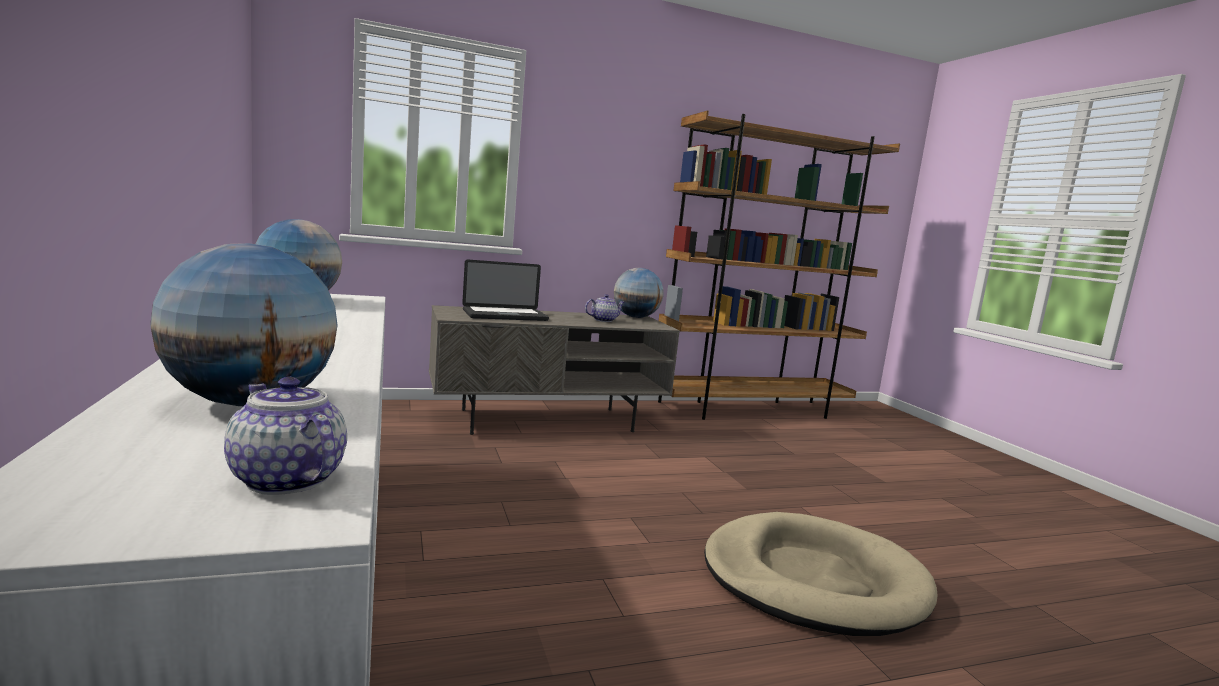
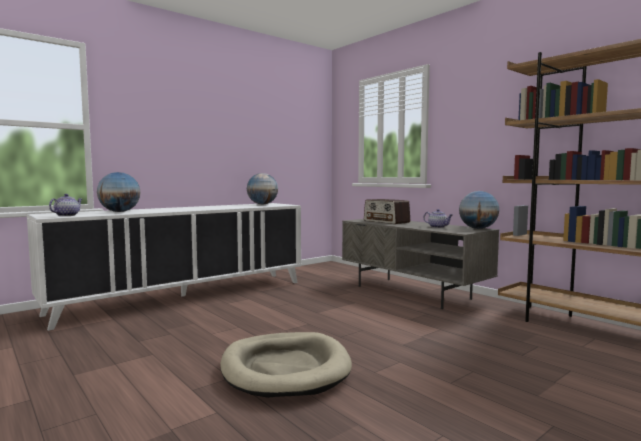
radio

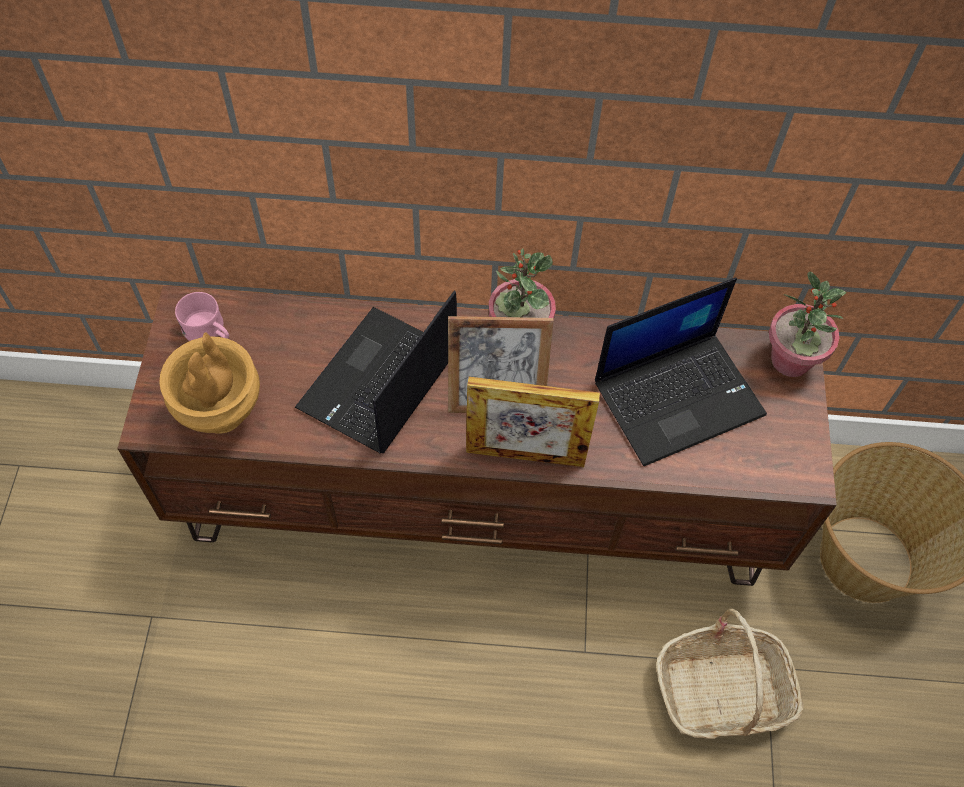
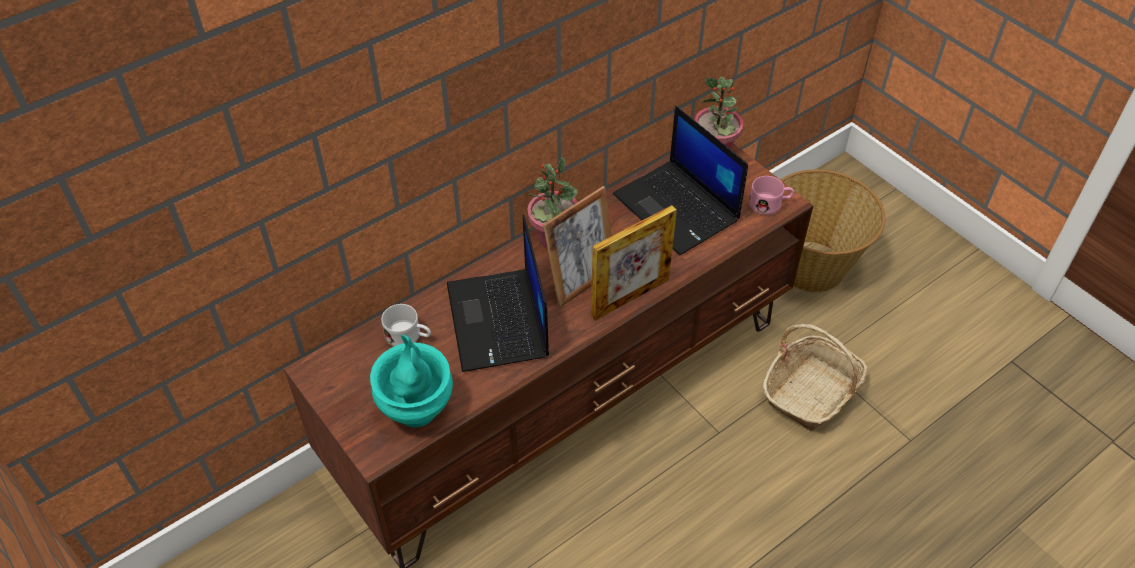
laptop (no. 2 from left)
mug in pink
vase in turquoise
mug in white

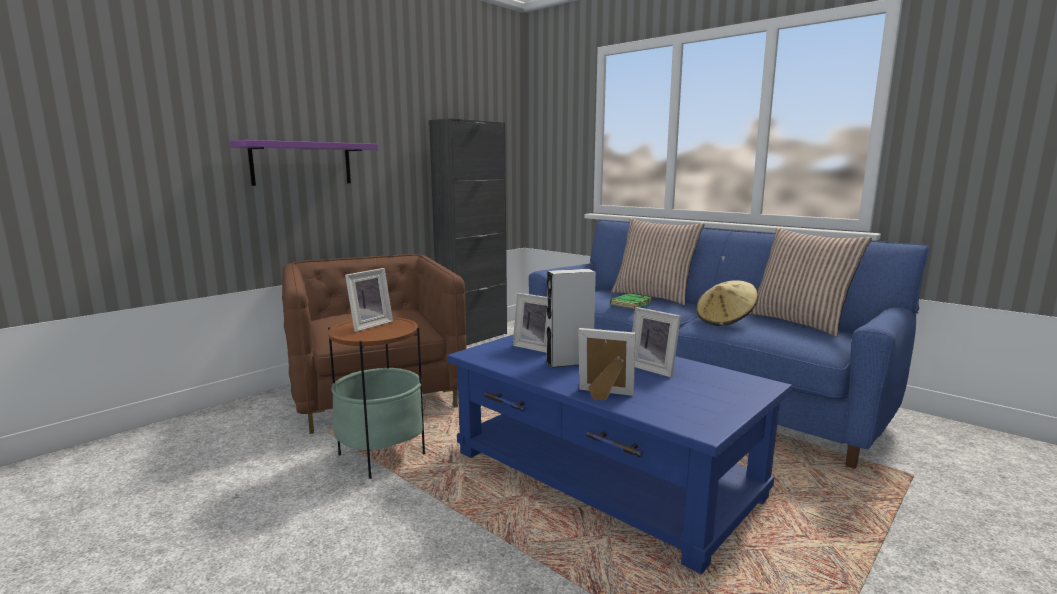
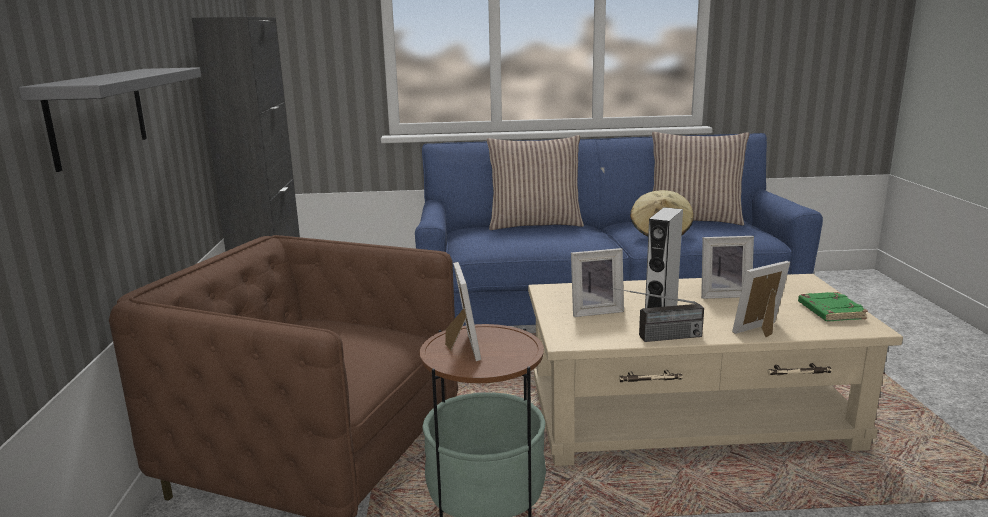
shelf in grey
book in green
coffee table in beige
radio

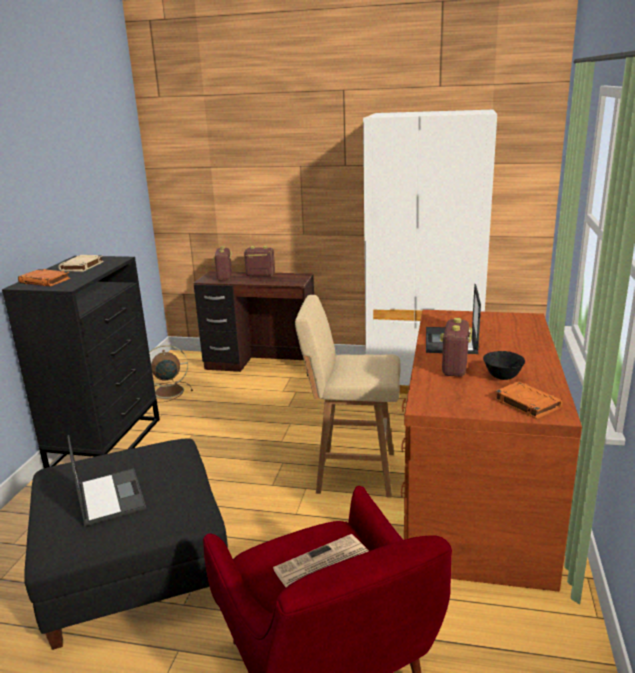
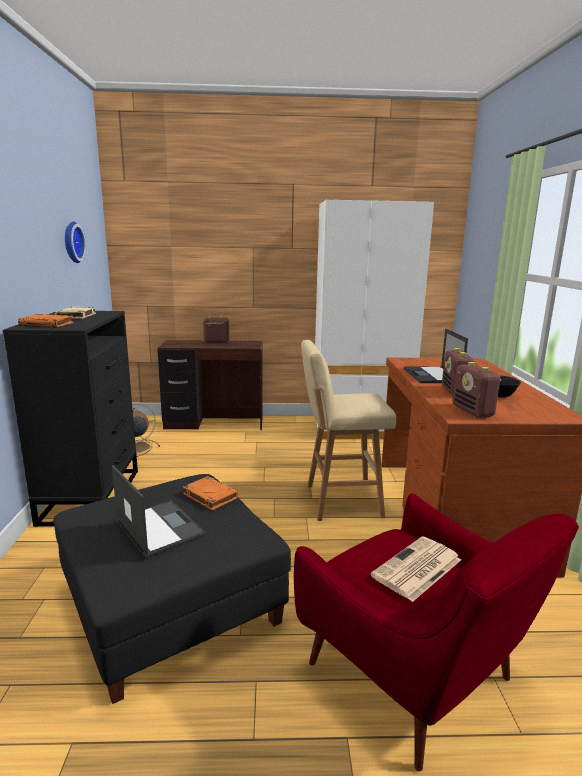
radio (no. 3 from left)
book in orange (no. 2 from left)
wall clock

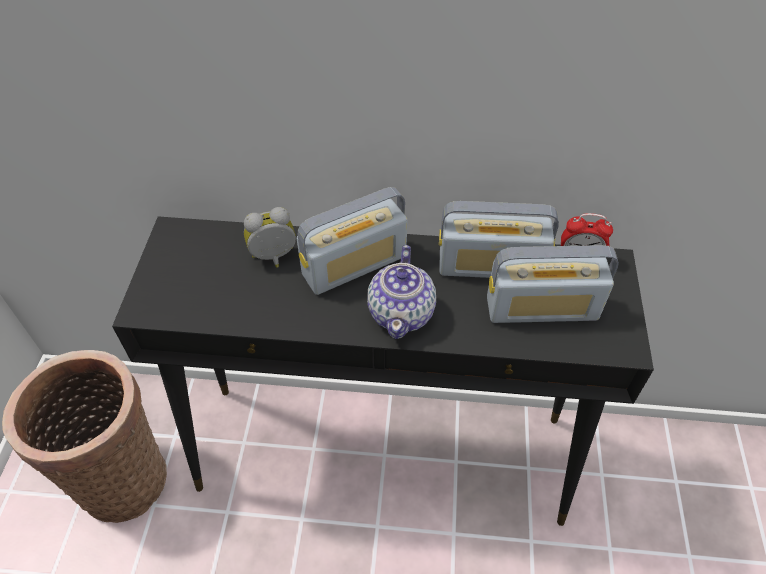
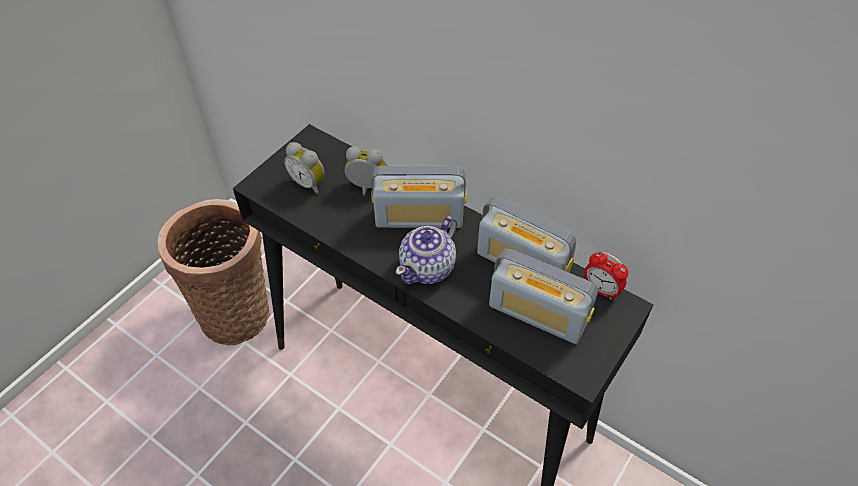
alarm clock (no. 1 from left)

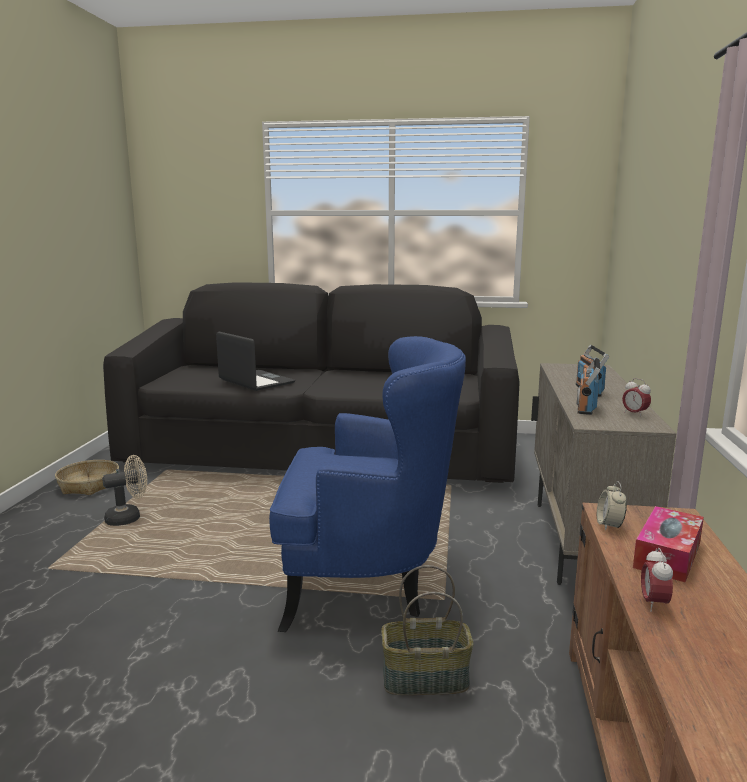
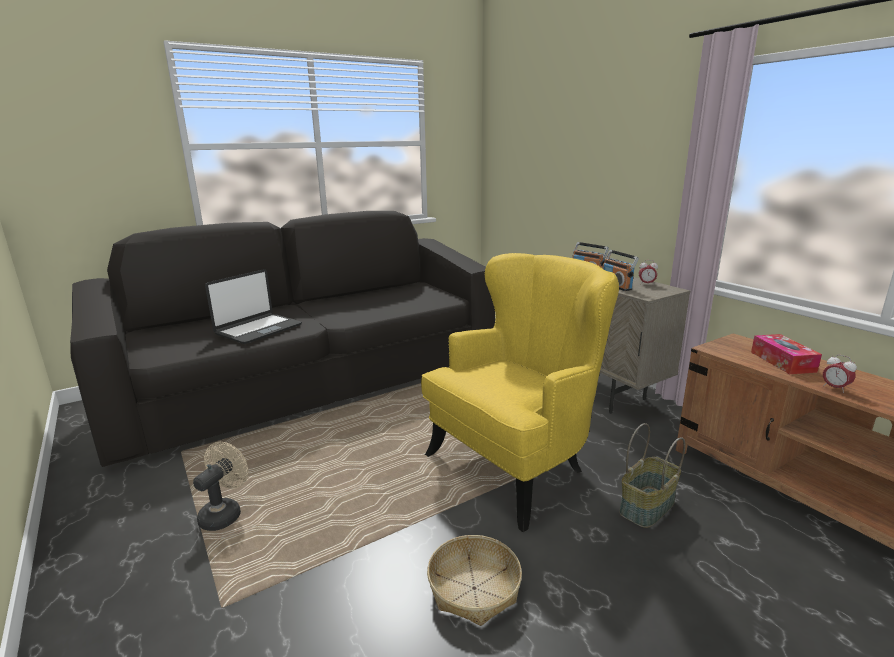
laptop
armchair in yellow
basket (no. 1 from left)
alarm clock (no. 1 from left in the first image)

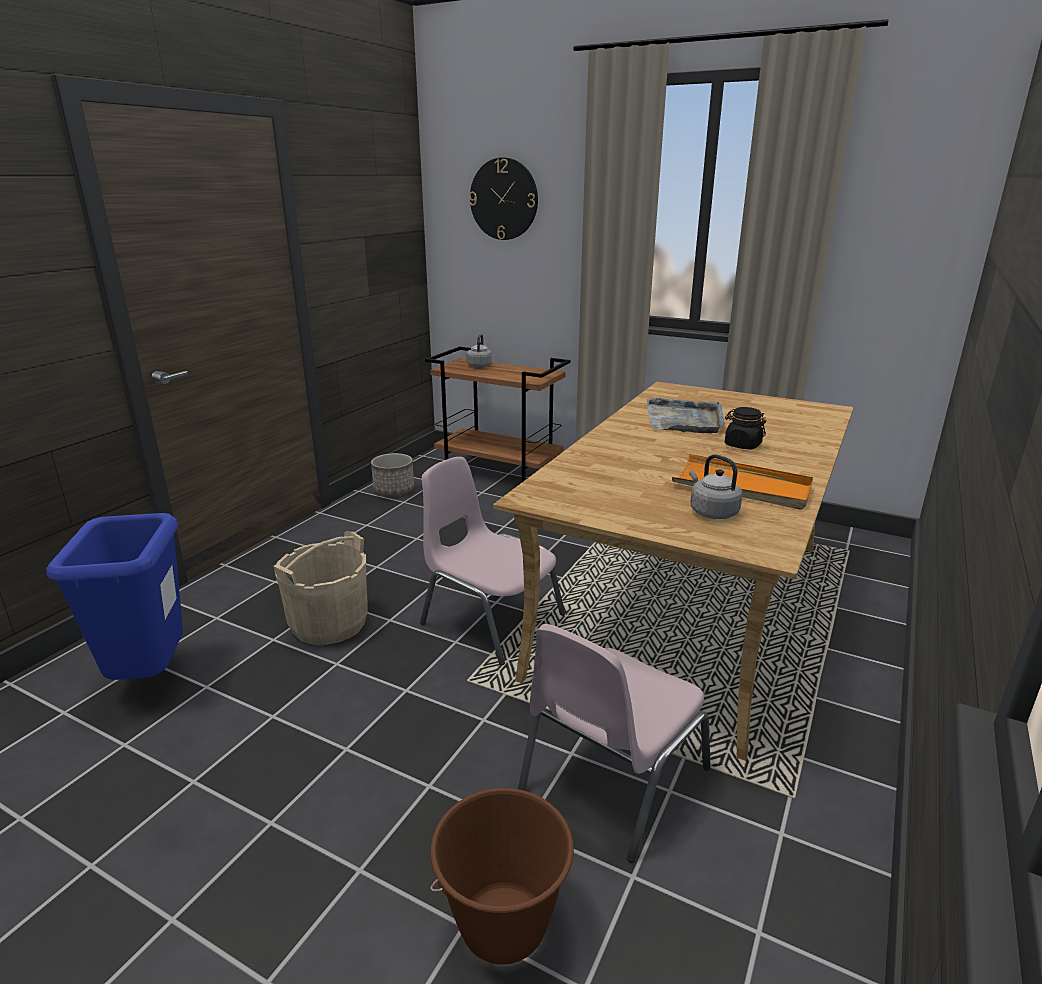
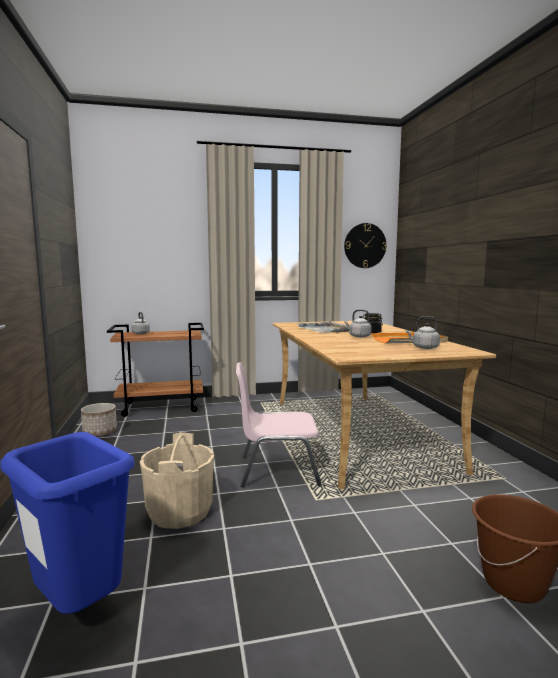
wall clock
chair in pink (no. 2 from left in the first image)
kettle in grey (no. 2 from left)

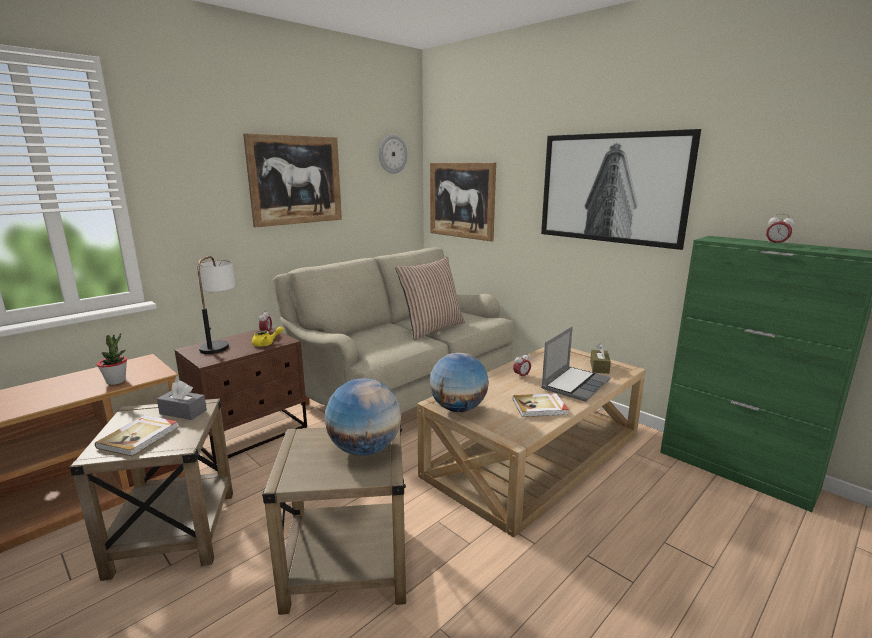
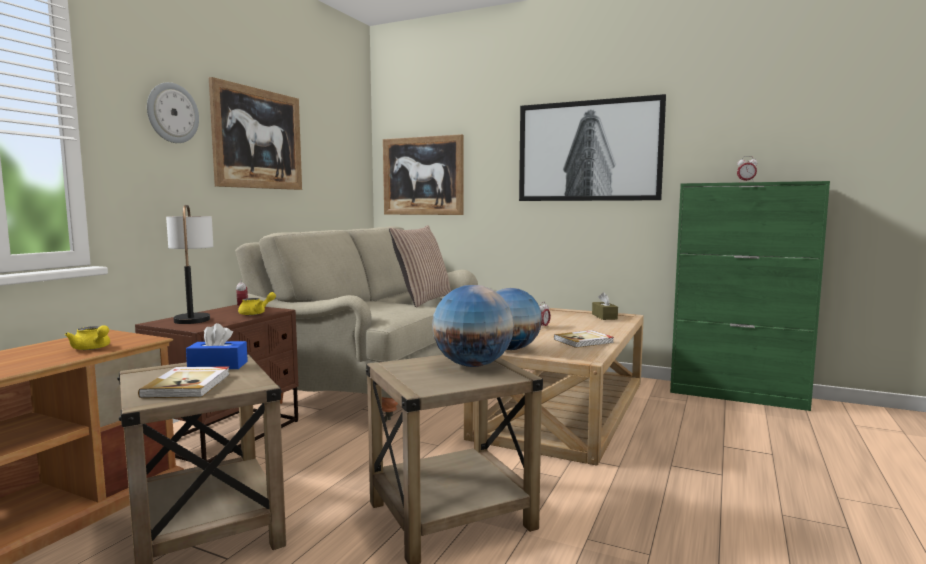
wall clock
laptop
teapot in yellow (no. 1 from left)
tissue box in blue

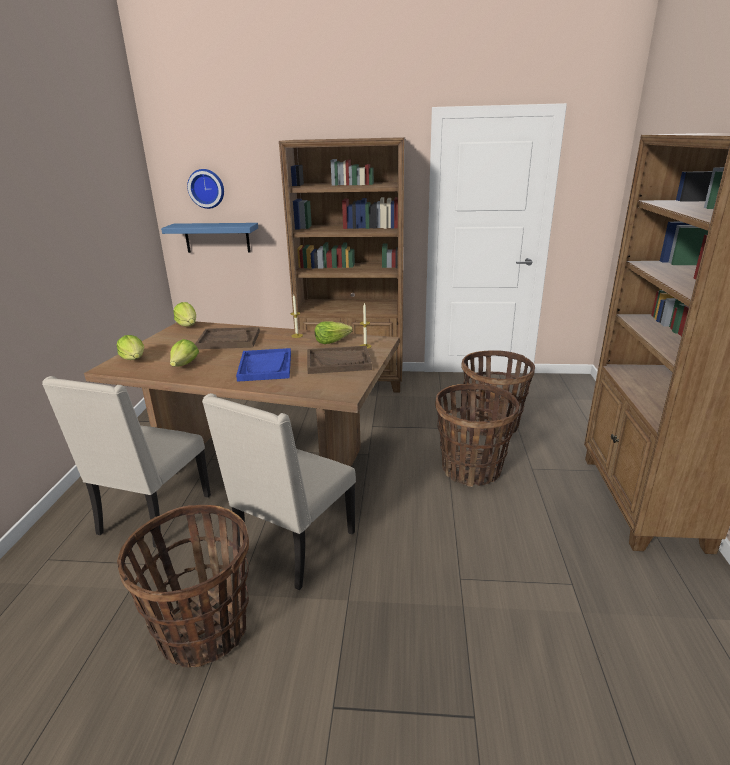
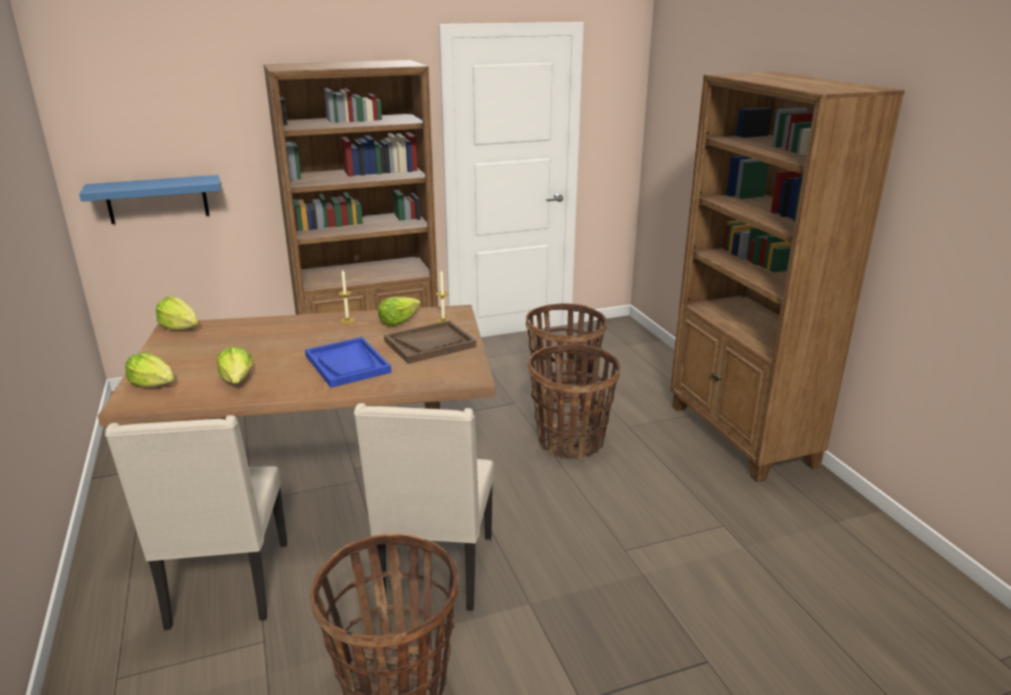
wall clock
tray in brown (no. 1 from left in the first image)

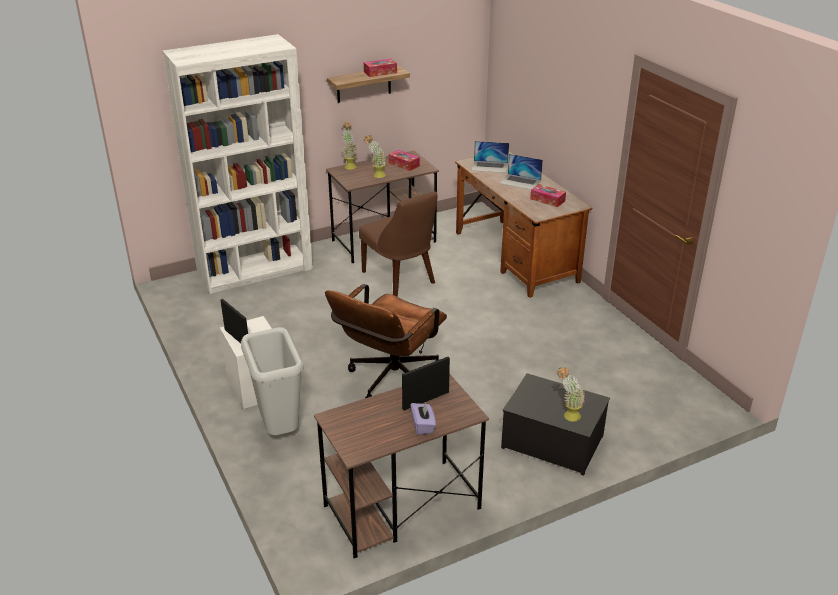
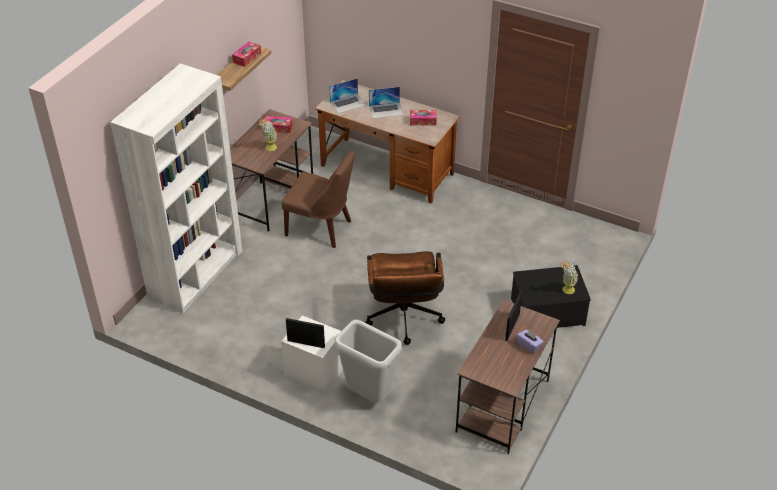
potted plant (no. 1 from left in the first image)

